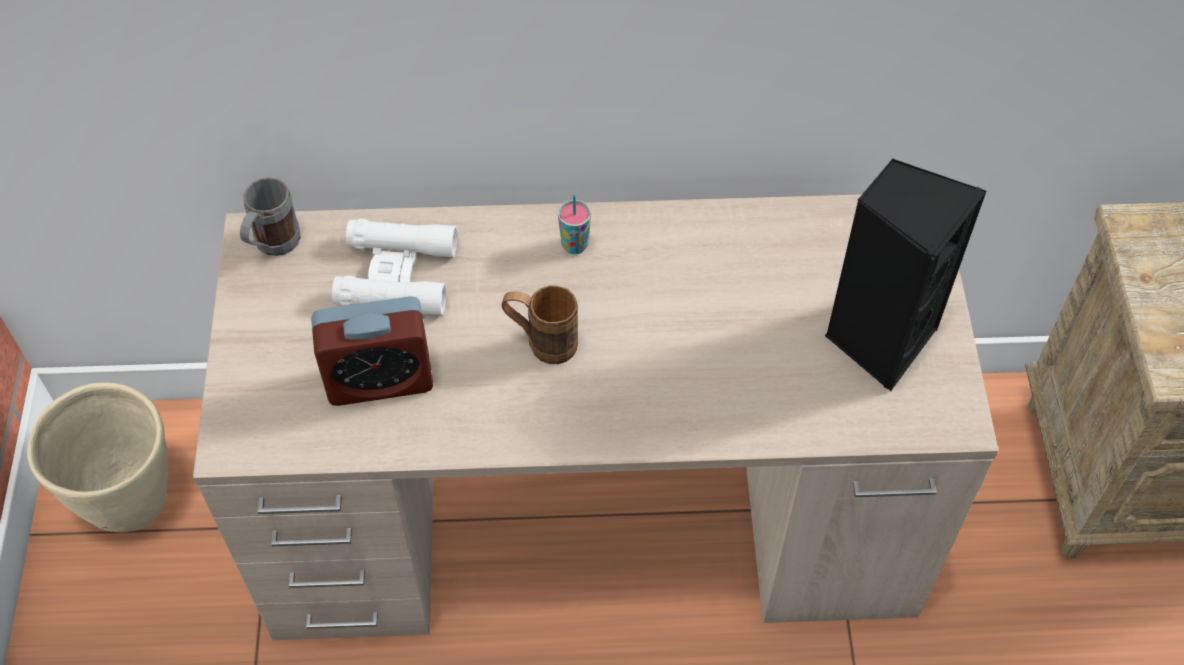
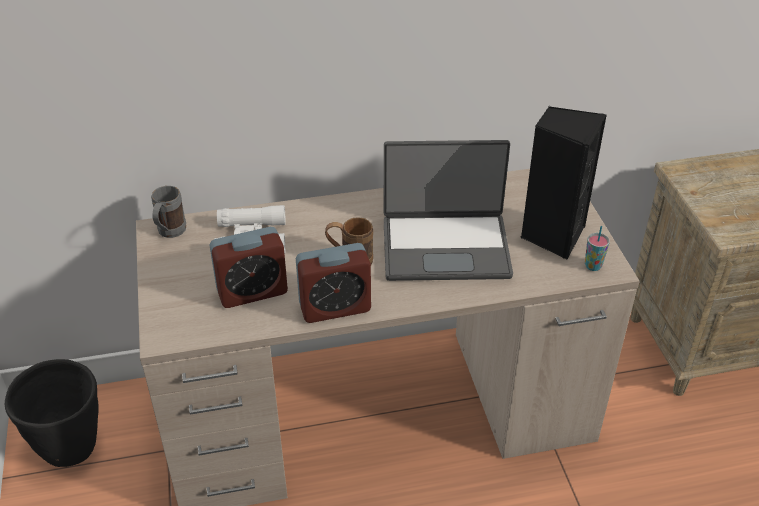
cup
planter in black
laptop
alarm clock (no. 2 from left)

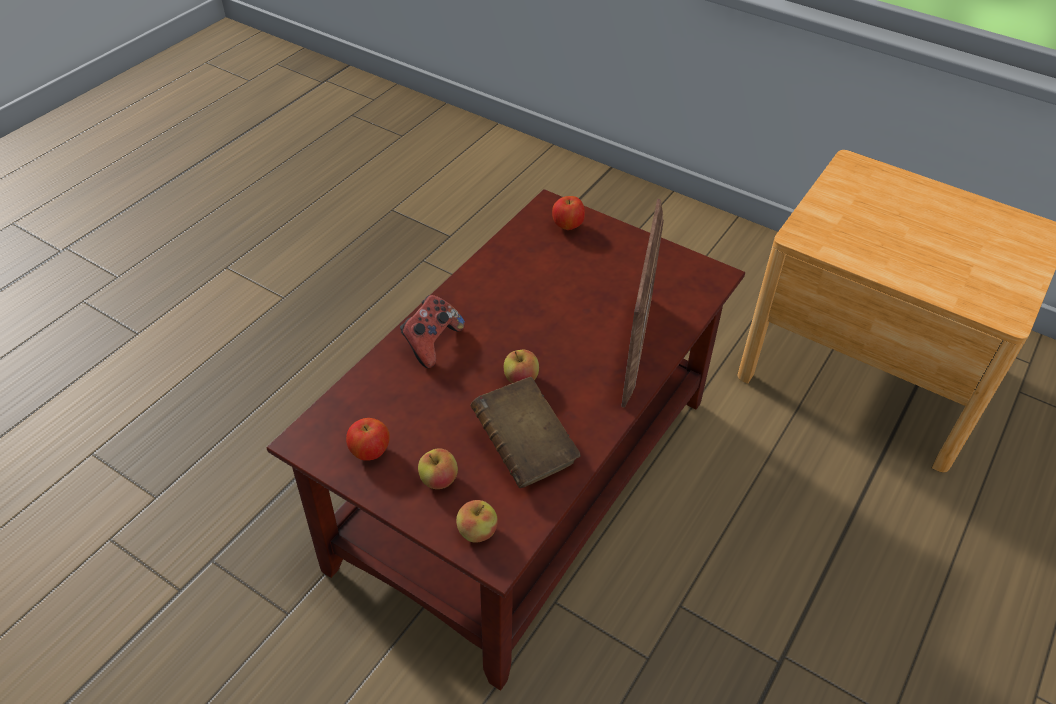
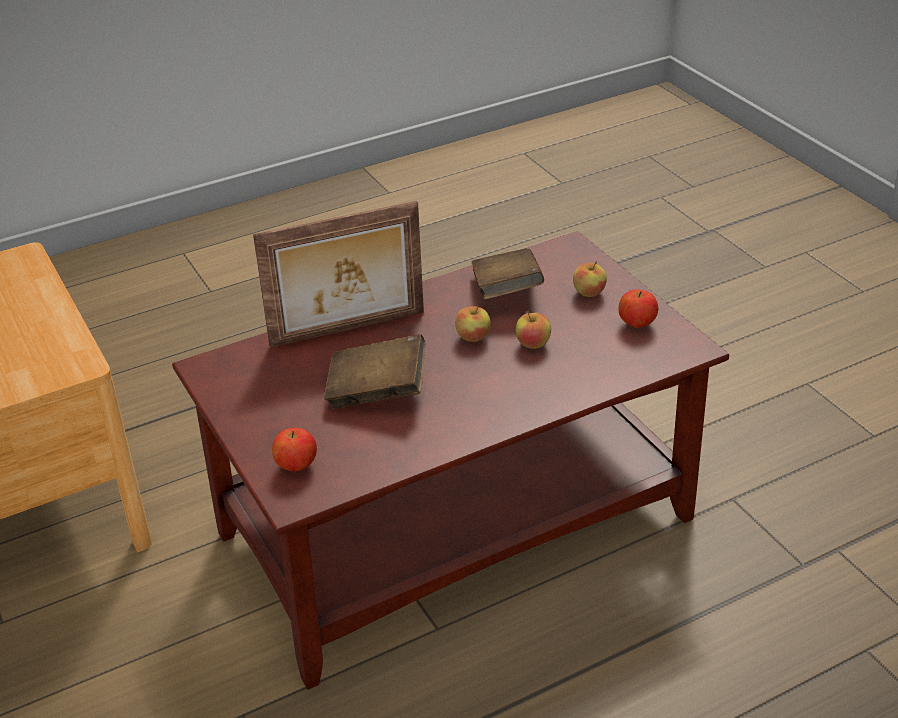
picture frame
game controller
apple (no. 3 from left)
book in brown (no. 1 from left)

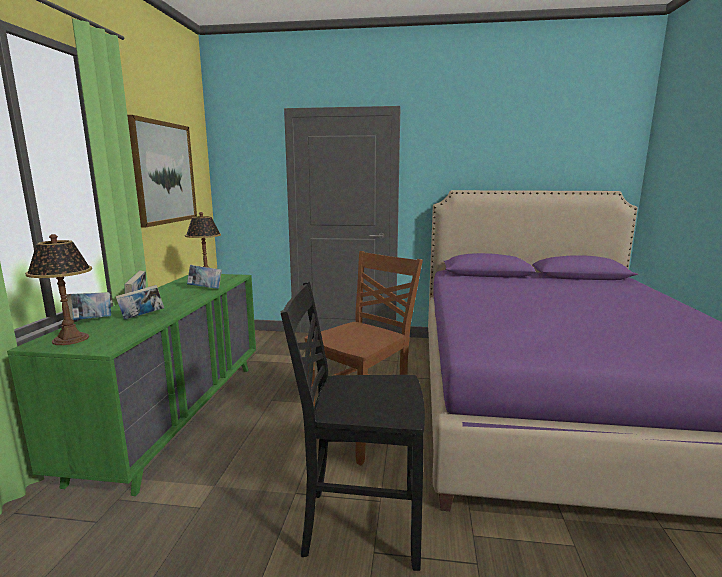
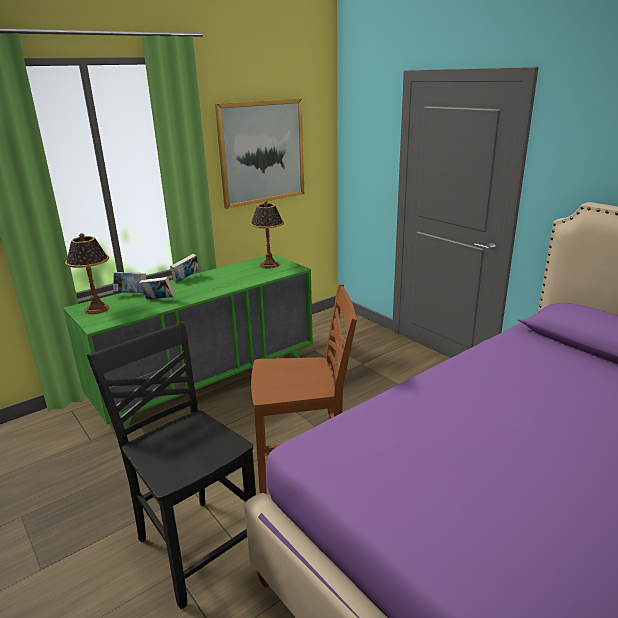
book (no. 4 from left in the first image)

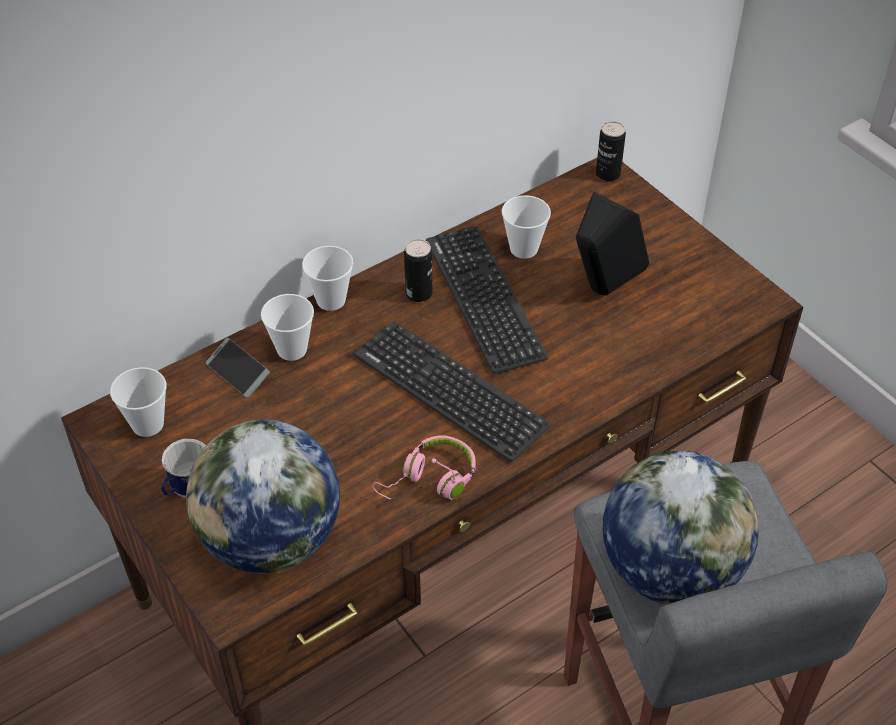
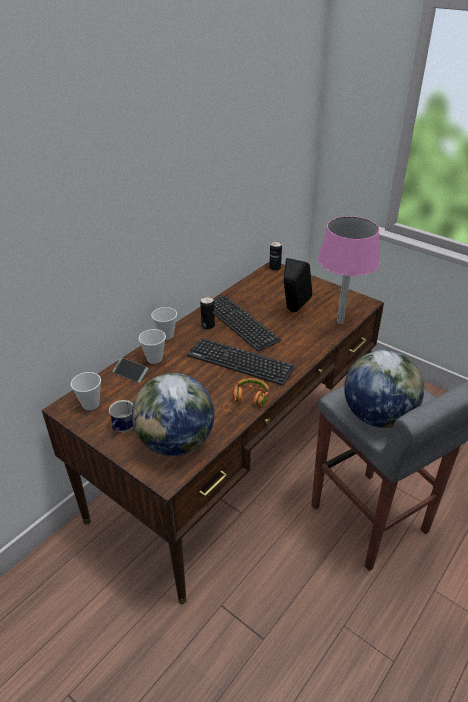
cup (no. 4 from left in the first image)
headphones in orange
table lamp in pink

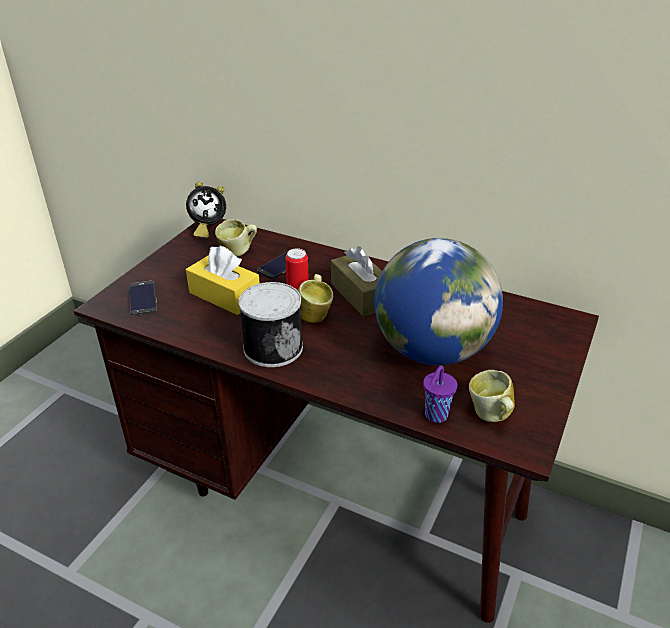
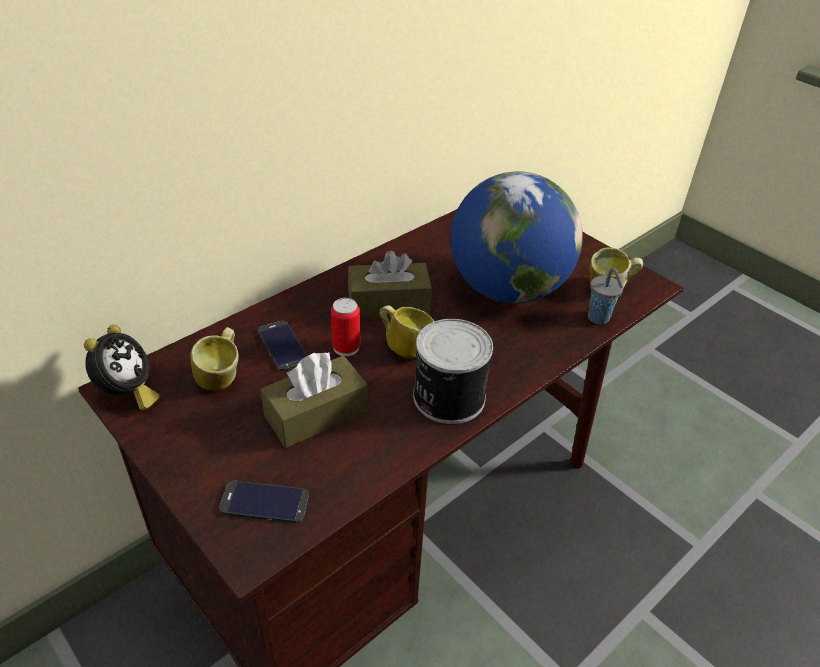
tissue box in brown (no. 1 from left)
cup in grey

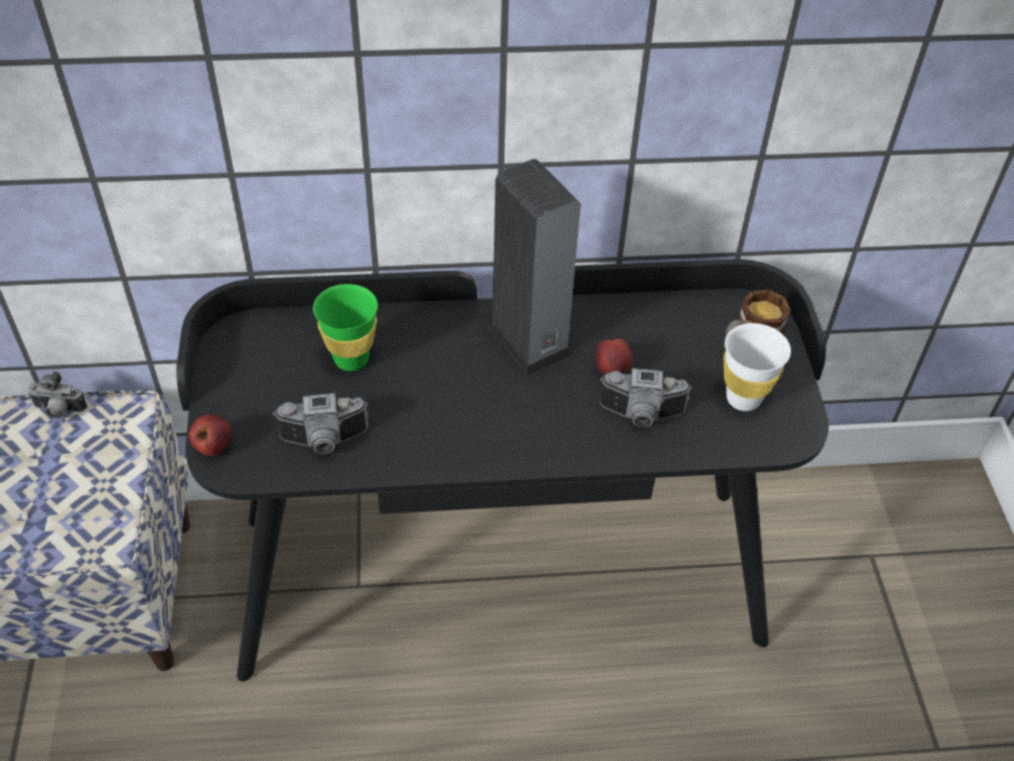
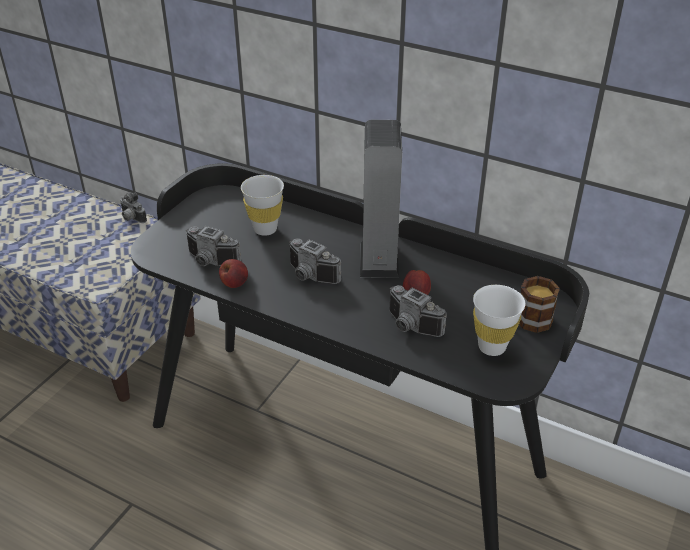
cup in white (no. 1 from left)
apple (no. 1 from left)
photo camera (no. 3 from left)

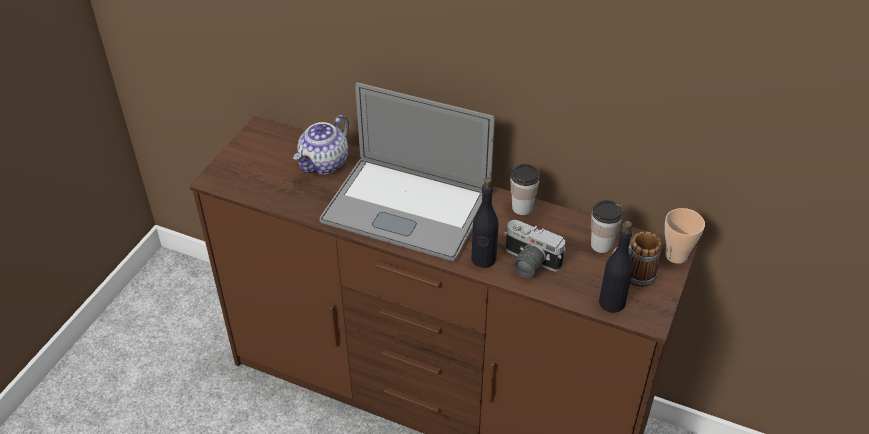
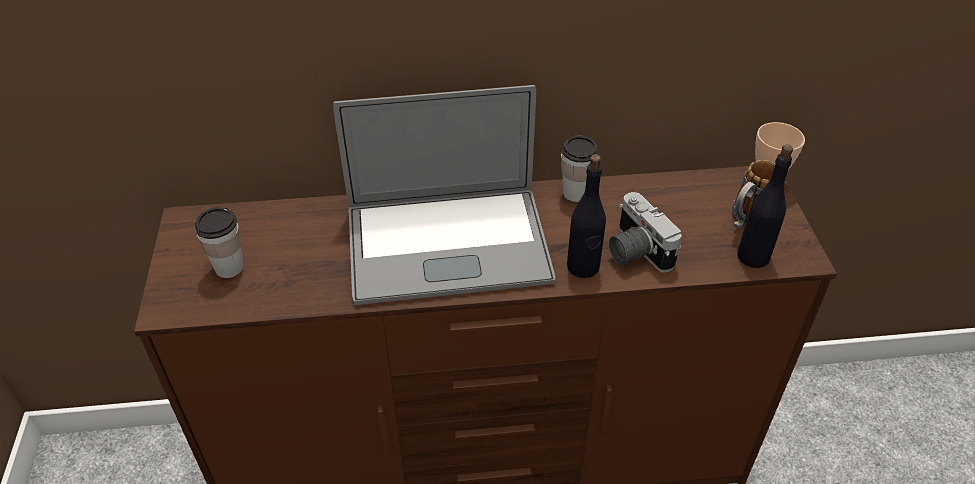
teapot
cup (no. 1 from left)
photo camera

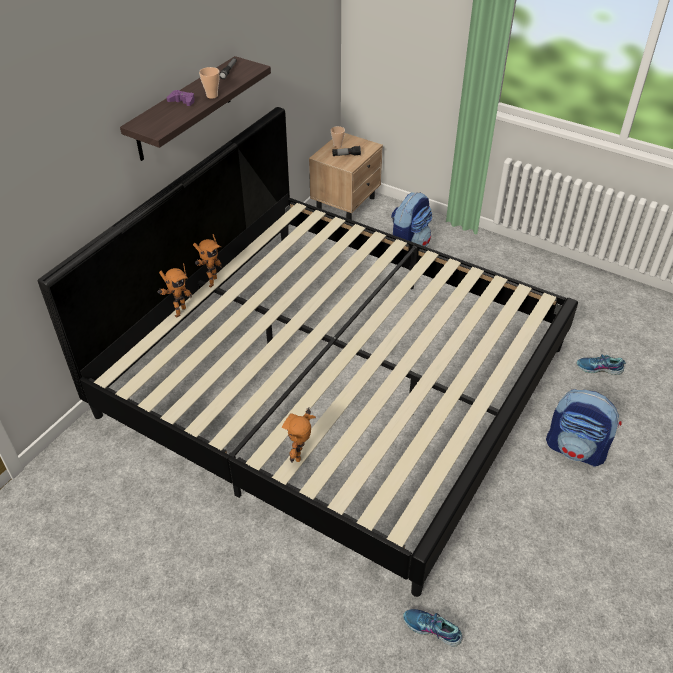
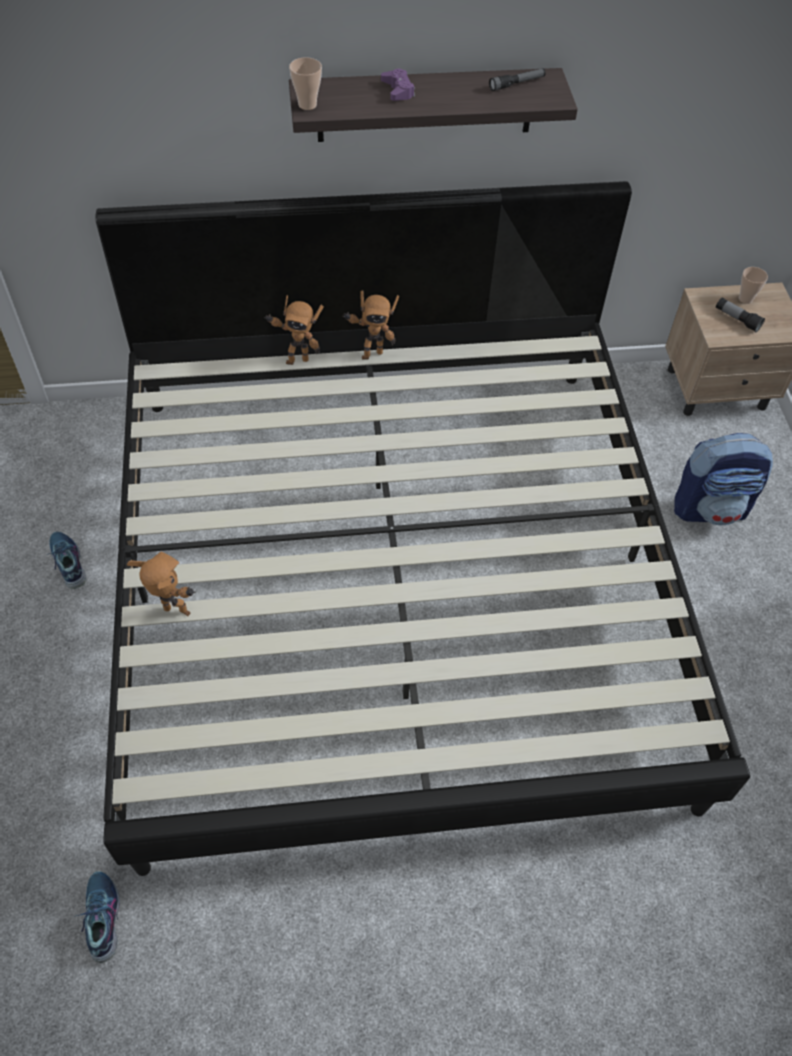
cup (no. 1 from left)
shoe (no. 1 from left)
backpack (no. 2 from left in the first image)
toy robot (no. 1 from left)

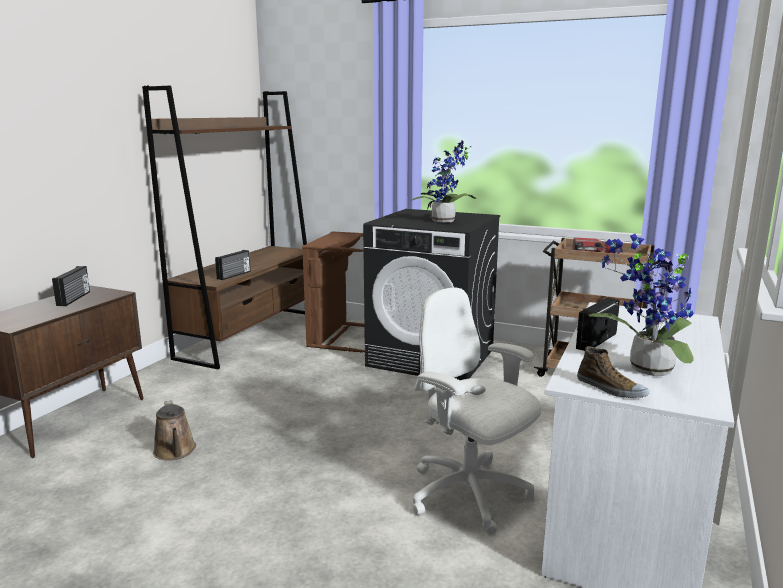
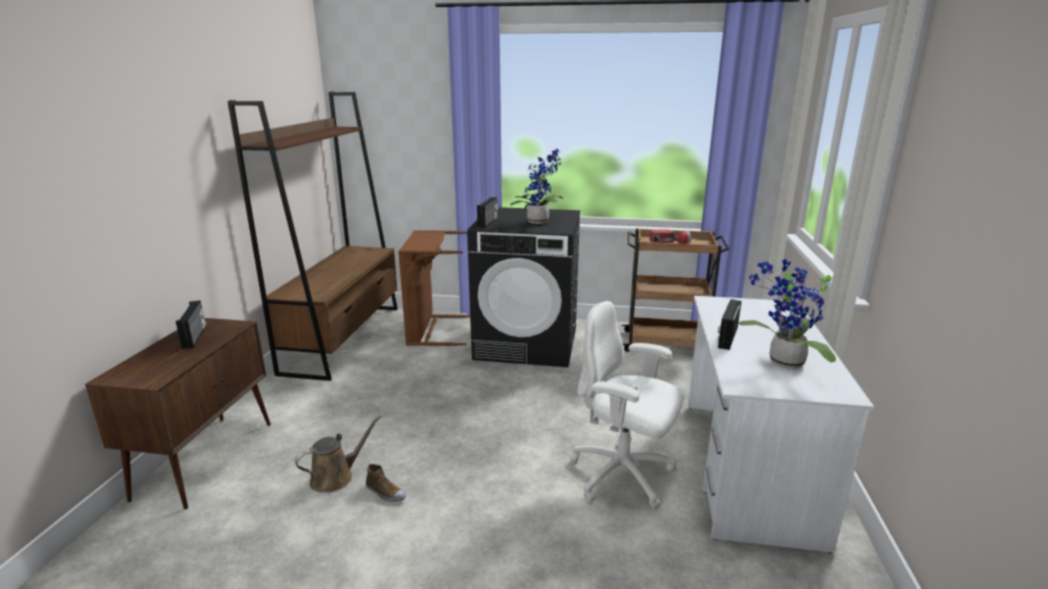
radio (no. 2 from left)
shoe
watering can in brown

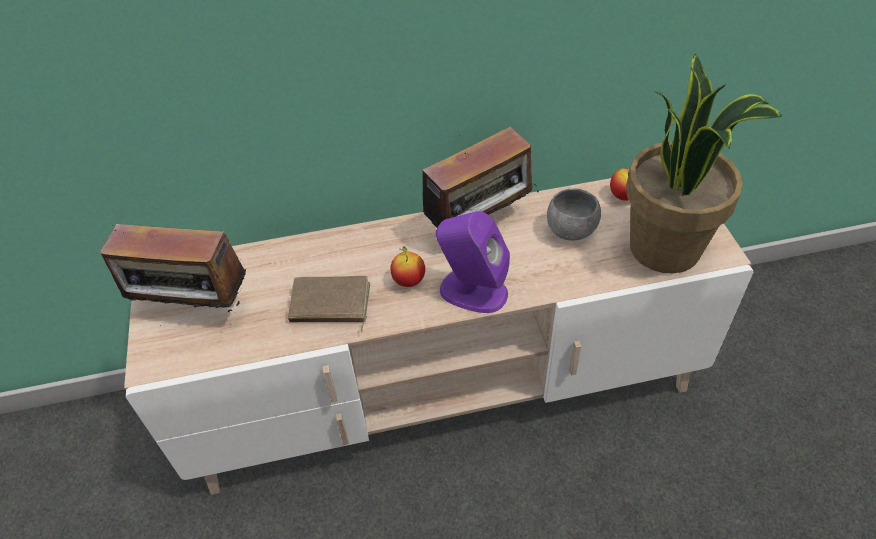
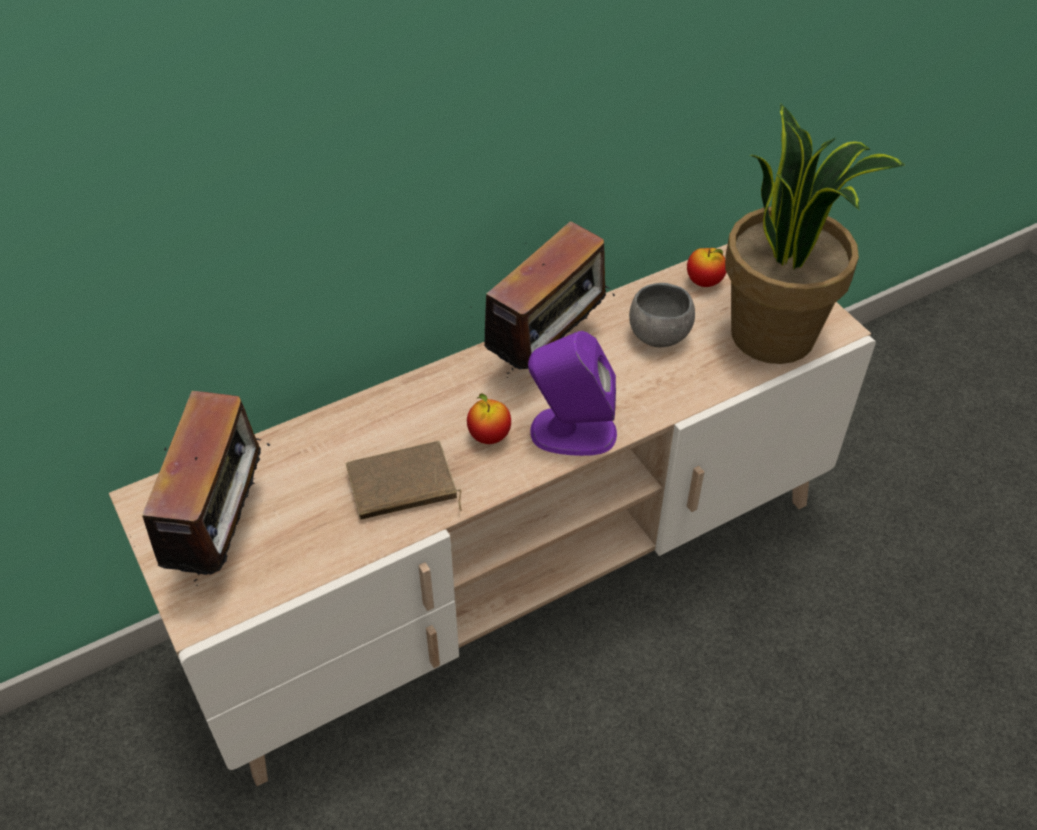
radio (no. 1 from left)

